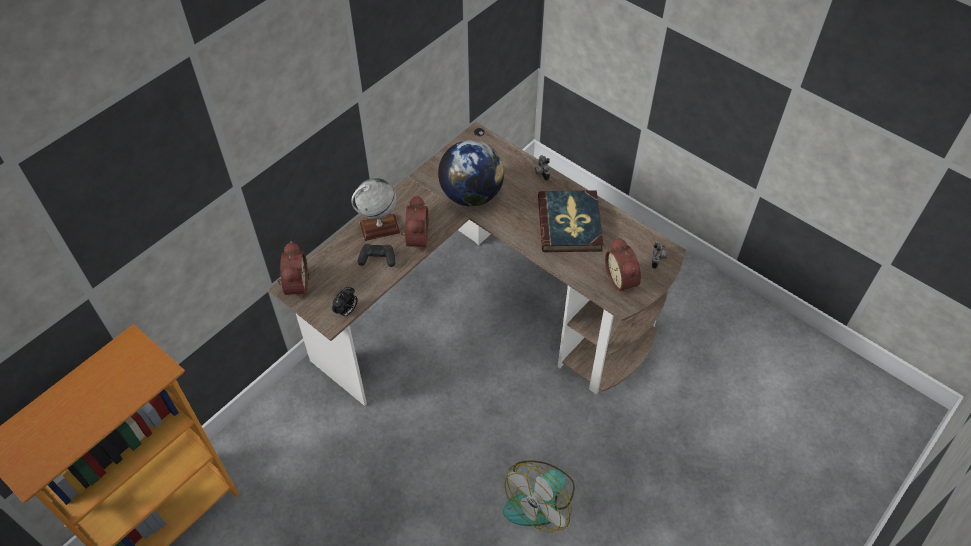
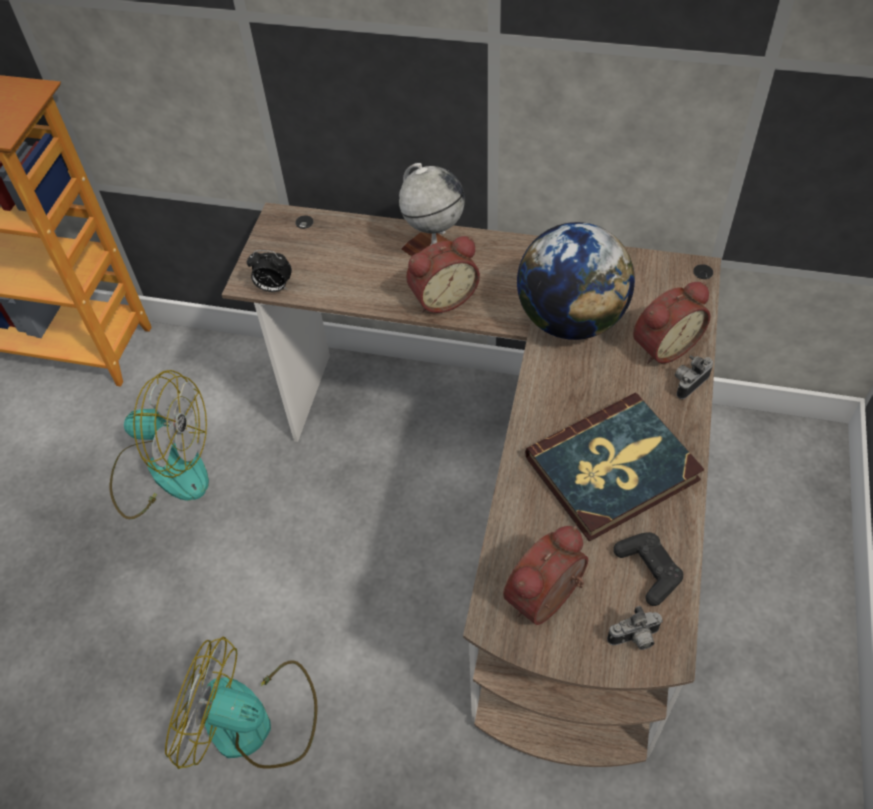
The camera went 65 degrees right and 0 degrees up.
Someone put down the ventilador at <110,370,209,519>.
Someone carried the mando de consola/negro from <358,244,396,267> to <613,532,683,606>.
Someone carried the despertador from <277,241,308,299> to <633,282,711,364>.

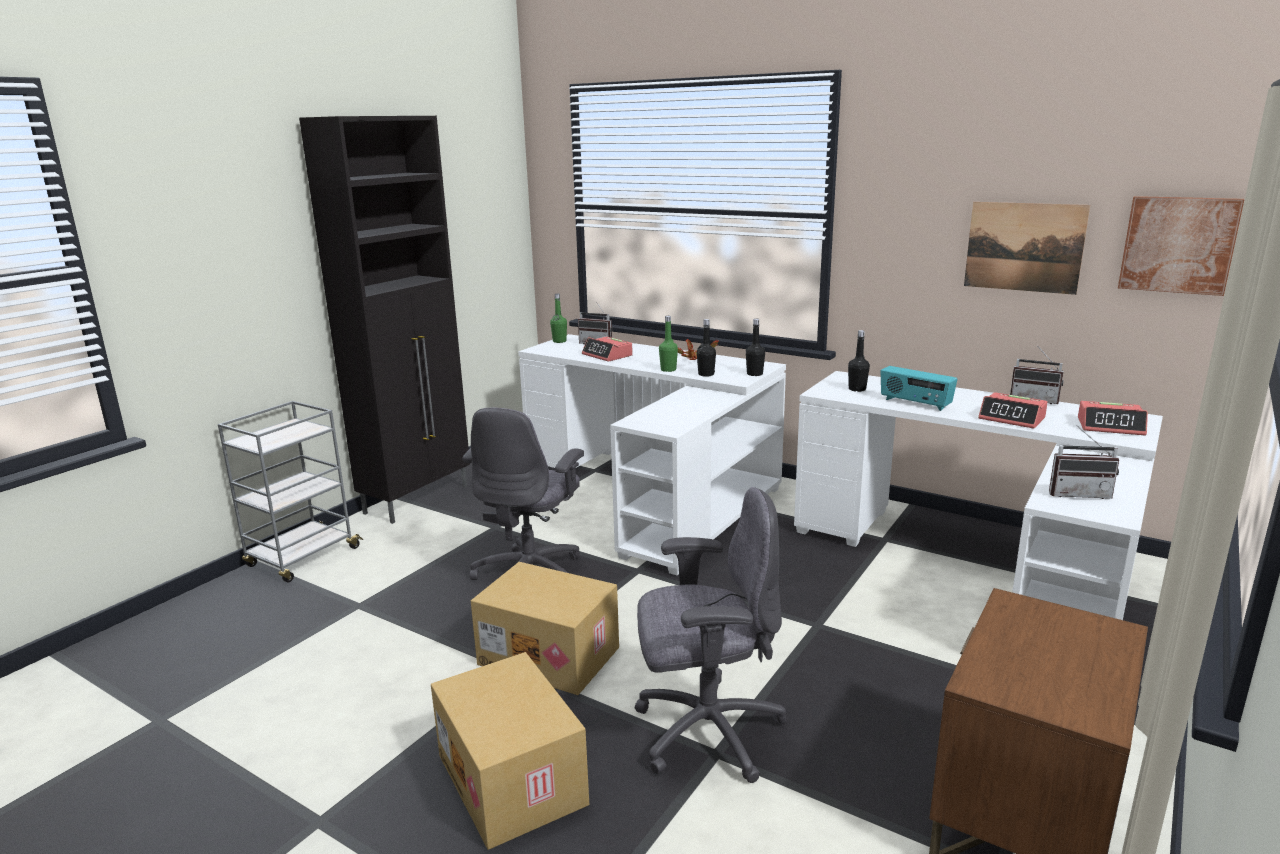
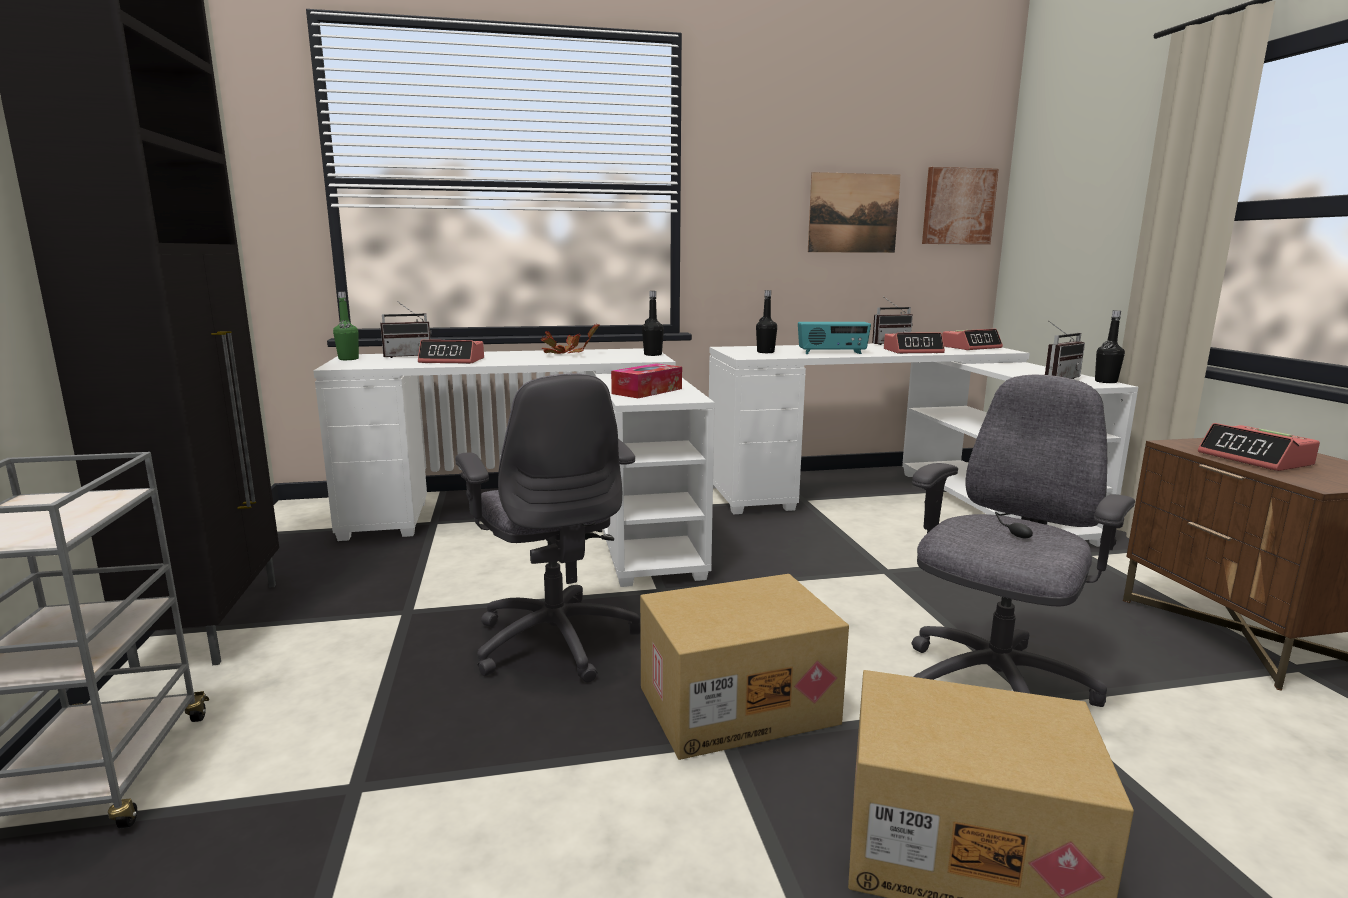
The camera went 45 degrees left and 5 degrees down.
Someone put down the caja de pañuelos at <611,363,682,398>.
Someone carried the botella/negro from <697,319,716,377> to <1095,310,1125,383>.
Someone put down the despertador at <1198,423,1320,471>.
Someone took away the botella/verde at <659,316,678,372>.

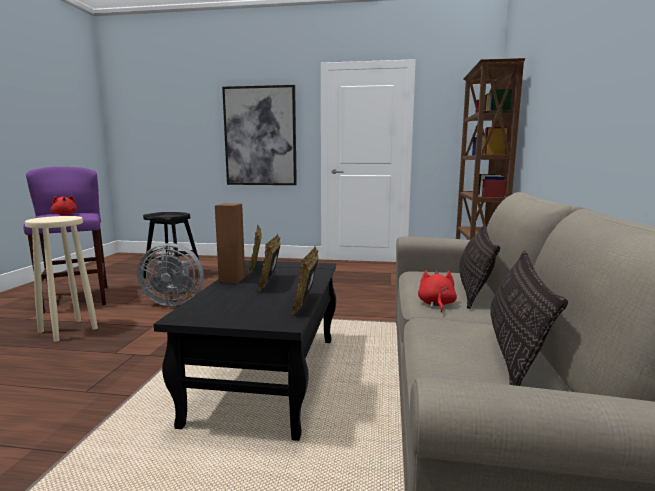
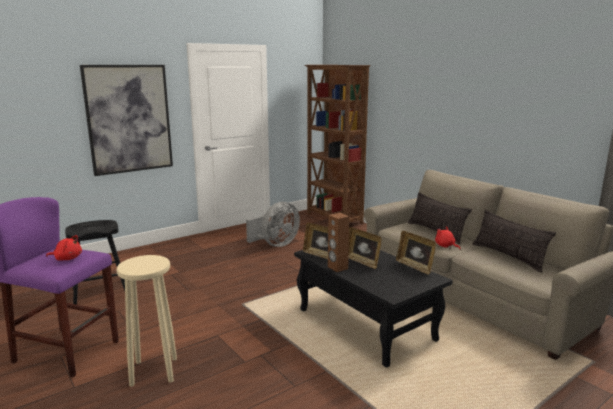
The camera went 45 degrees left and 5 degrees up.
Someone carried the ventilador/gris from <137,243,204,306> to <246,202,300,247>.

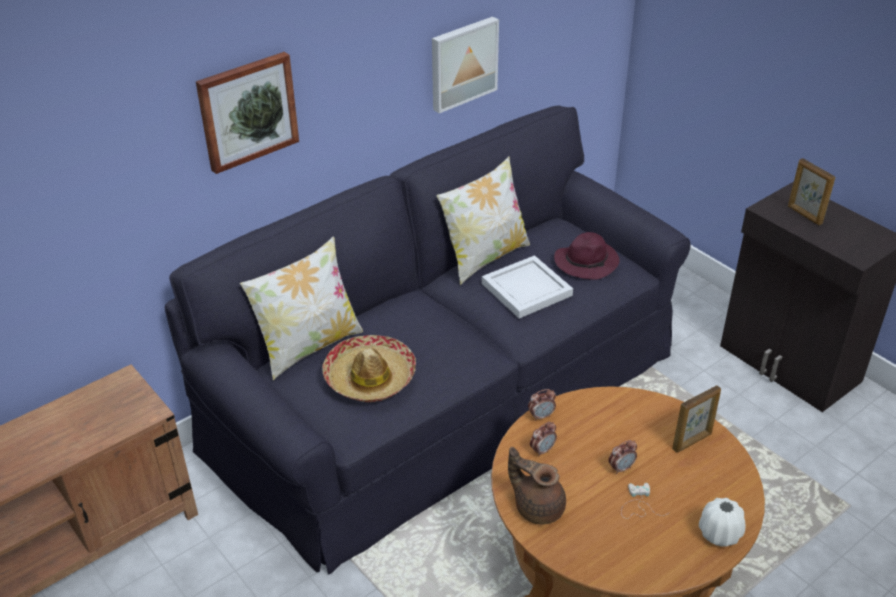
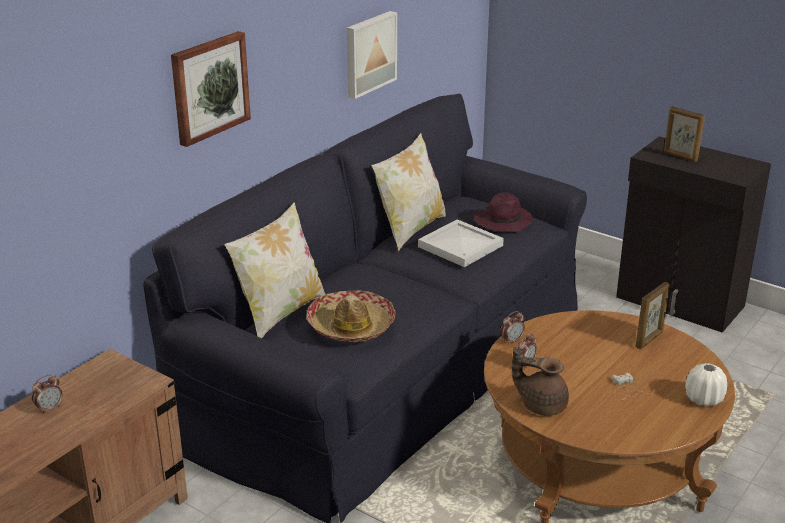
The camera went 15 degrees left and 10 degrees down.
Someone carried the despertador from <608,440,637,474> to <32,374,63,414>.

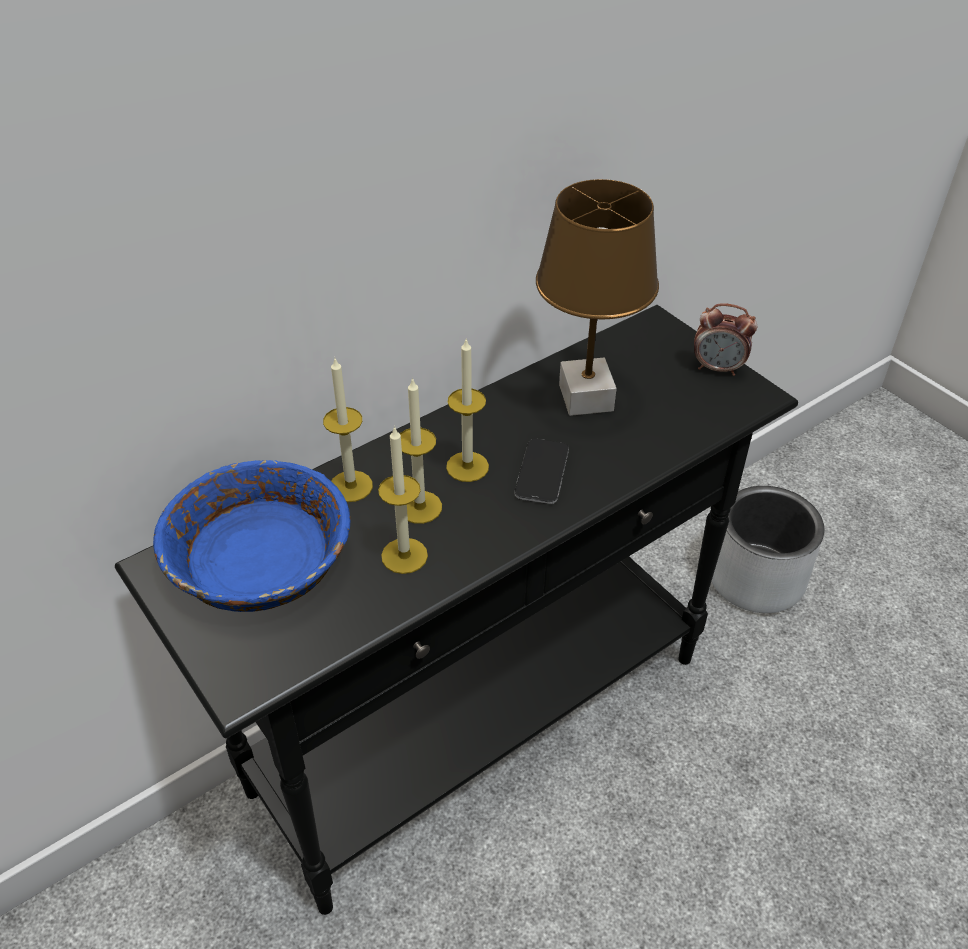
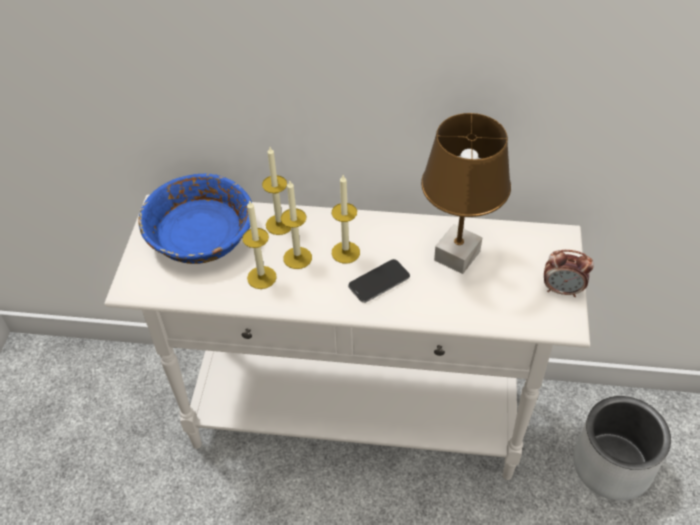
The camera went 45 degrees right and 5 degrees up.
Someone repainted the mesa consola/negro at <115,305,798,915>, which became the mesa consola/blanco at <104,195,590,480>.
Someone rotated the despertador at <694,304,757,376> by 45 degrees counterclockwise.

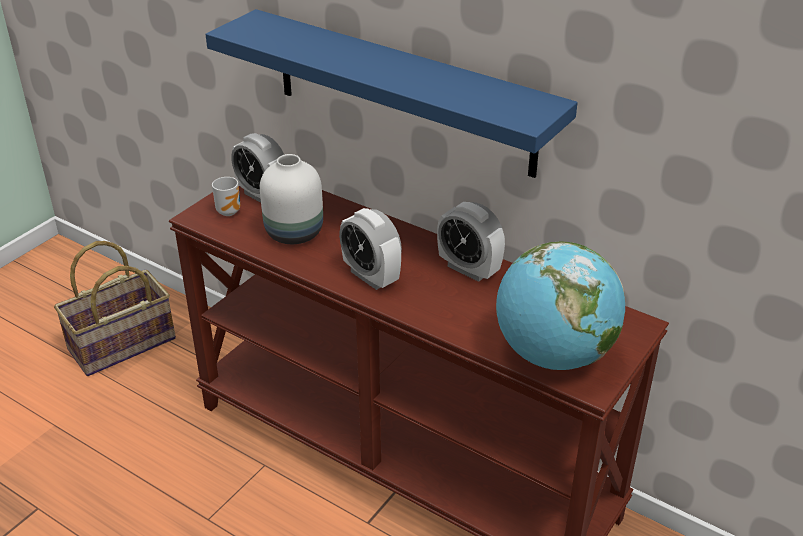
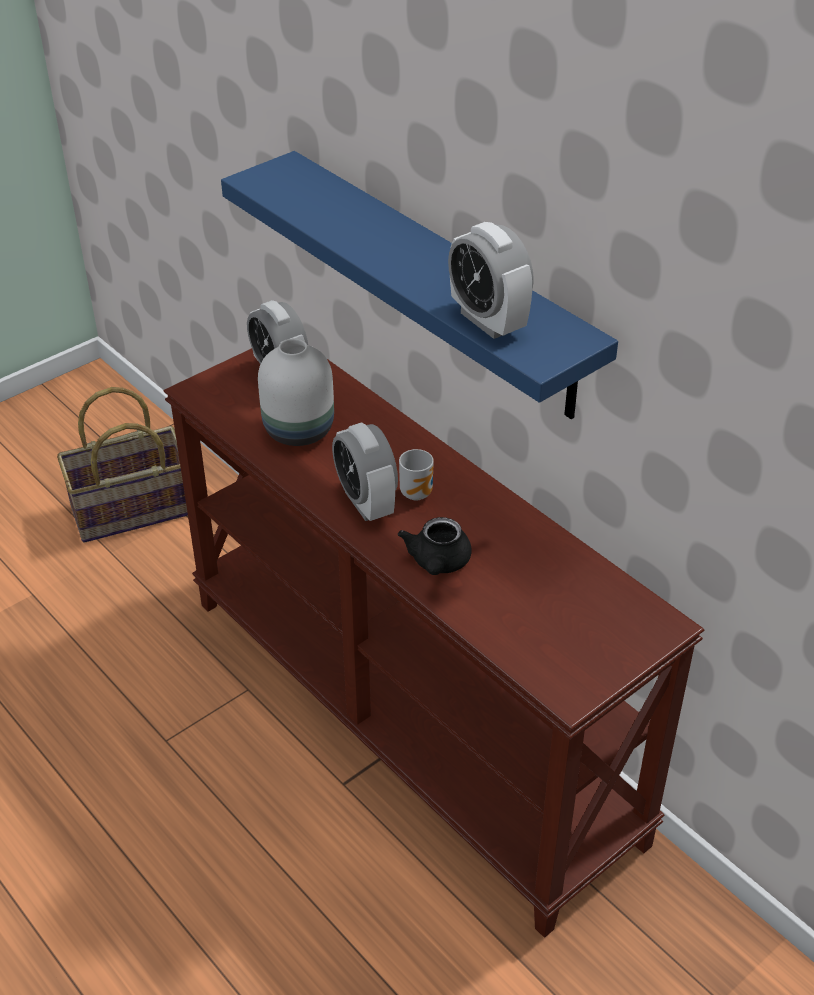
The camera went 15 degrees right and 5 degrees up.
Someone put down the tetera/negro at <398,517,472,575>.
Someone carried the taza grande from <212,177,240,216> to <399,449,434,501>.
Someone carried the despertador from <437,202,505,282> to <448,222,534,339>.
Someone took away the globo terráqueo at <496,241,625,370>.

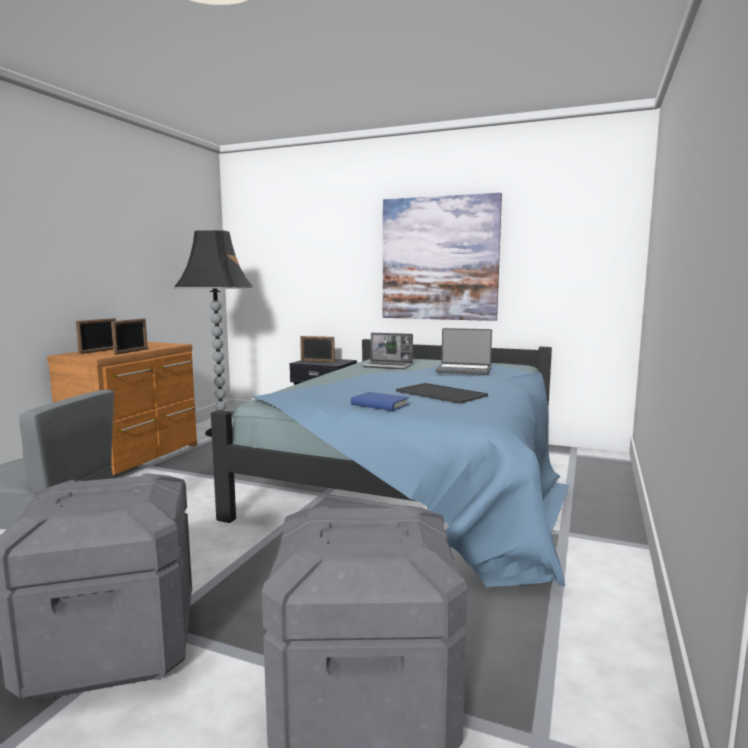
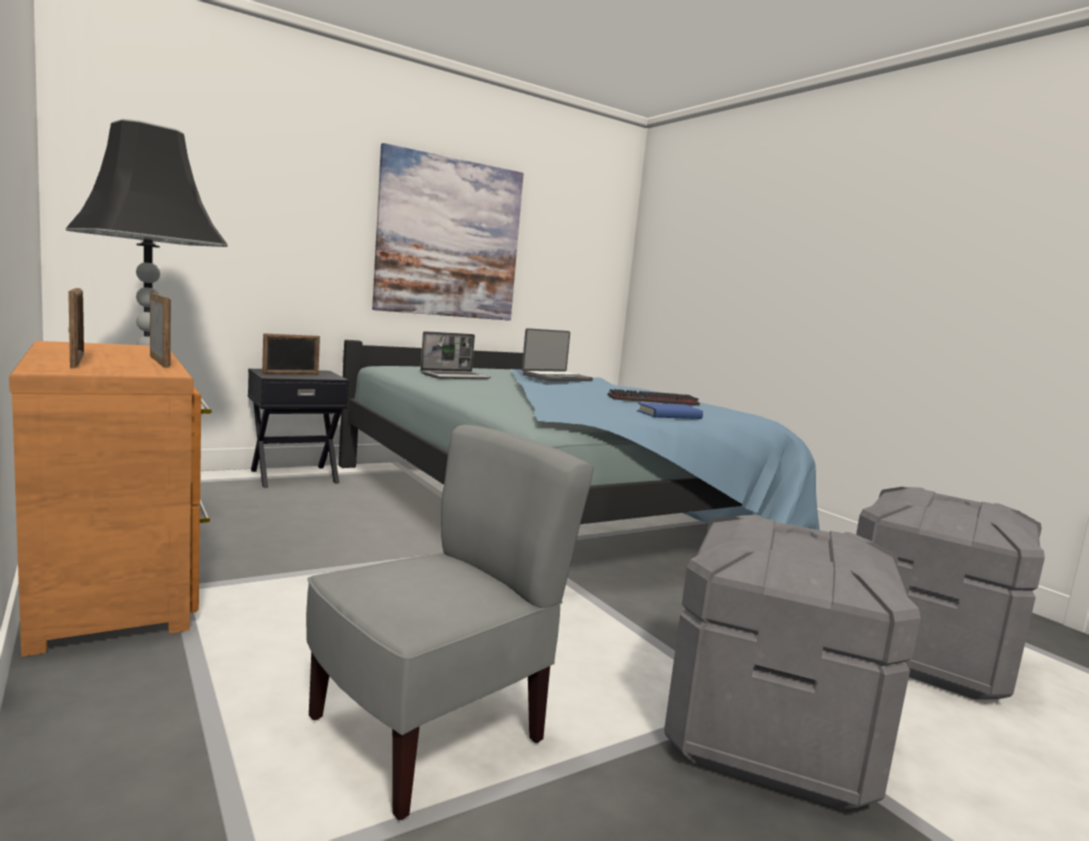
The camera went 55 degrees left and 0 degrees up.
Someone swapped the bandeja at <396,383,488,404> for the teclado at <607,389,700,406>.

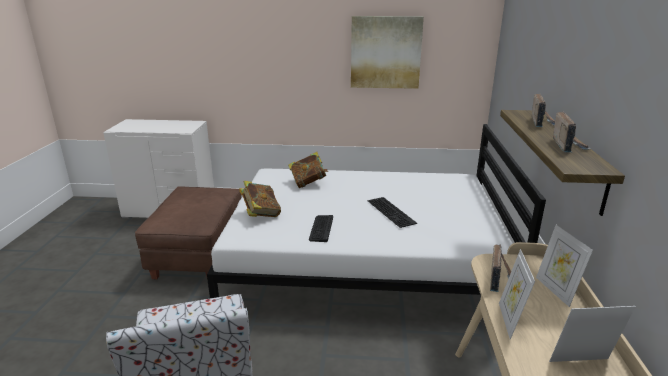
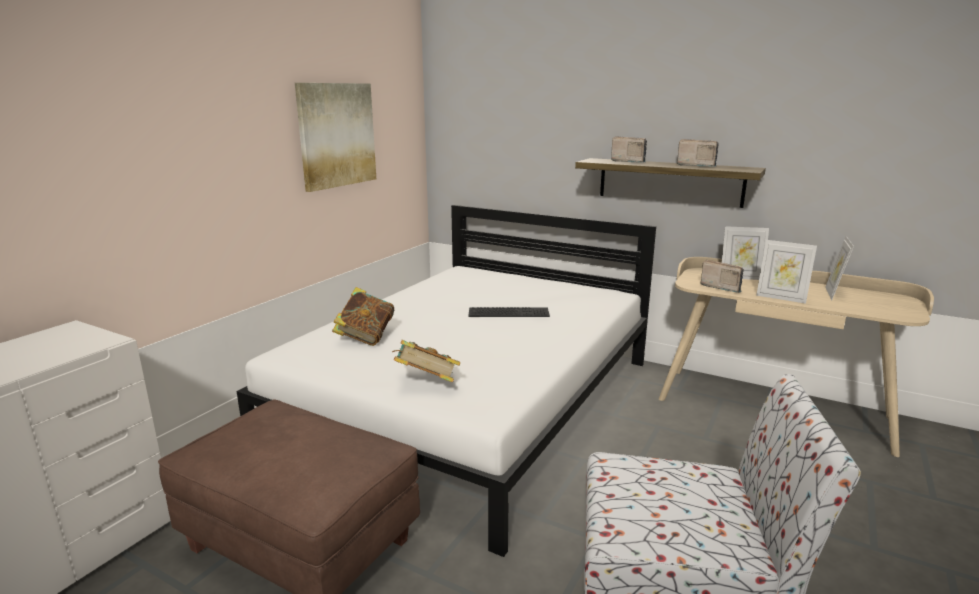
The camera went 65 degrees left and 5 degrees down.
Someone took away the teclado at <309,215,333,242>.

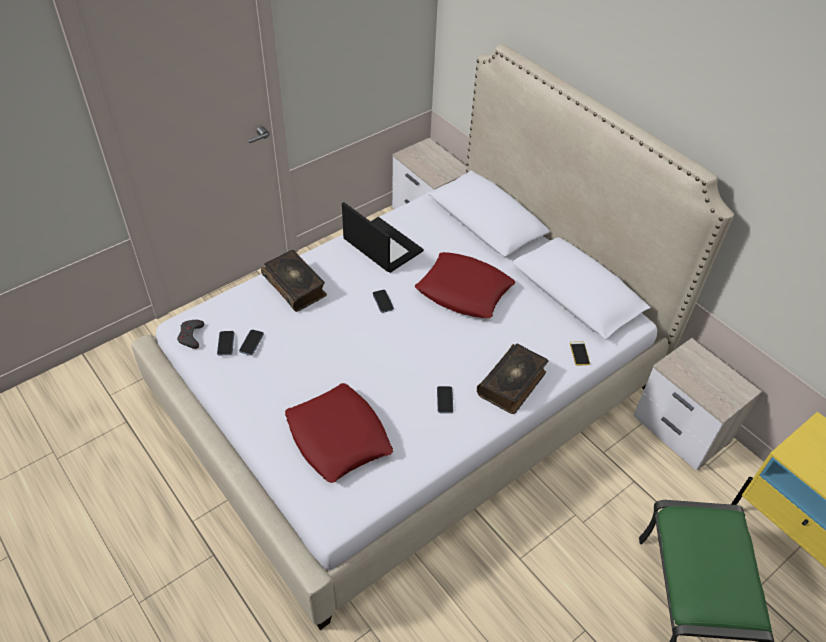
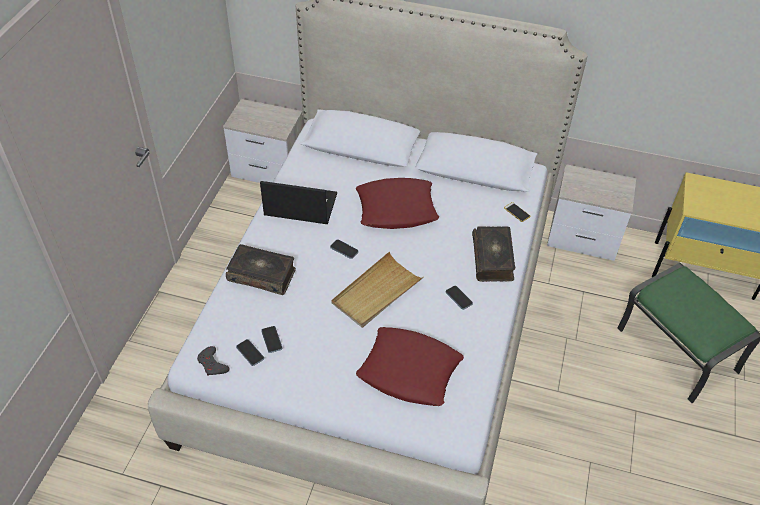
The camera went 35 degrees left and 0 degrees up.
Someone put down the bandeja/beis at <331,252,424,328>.

